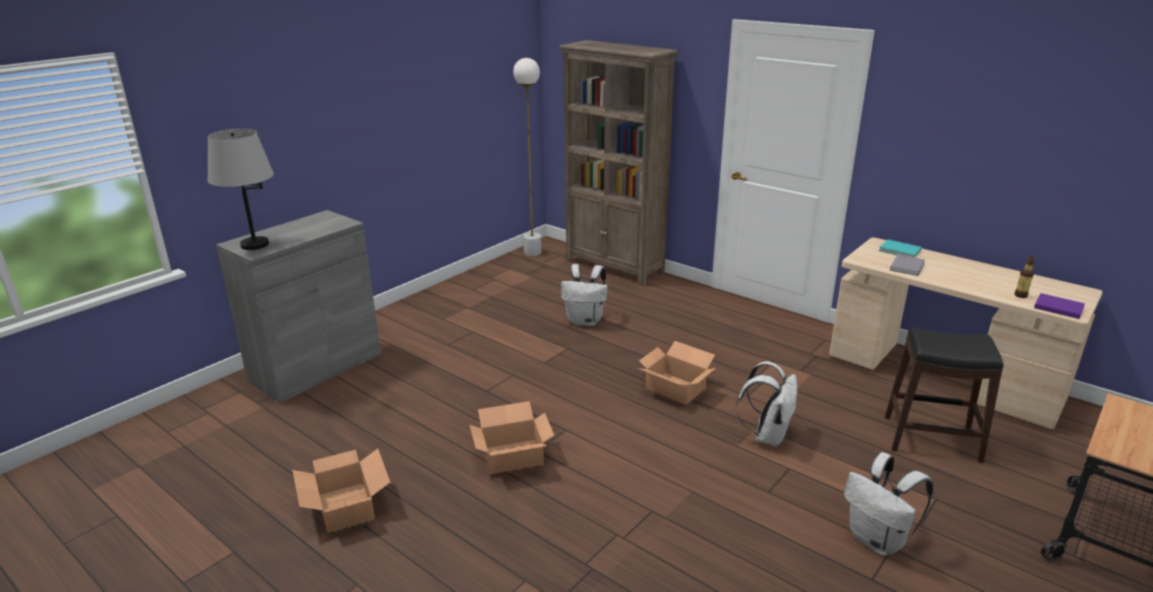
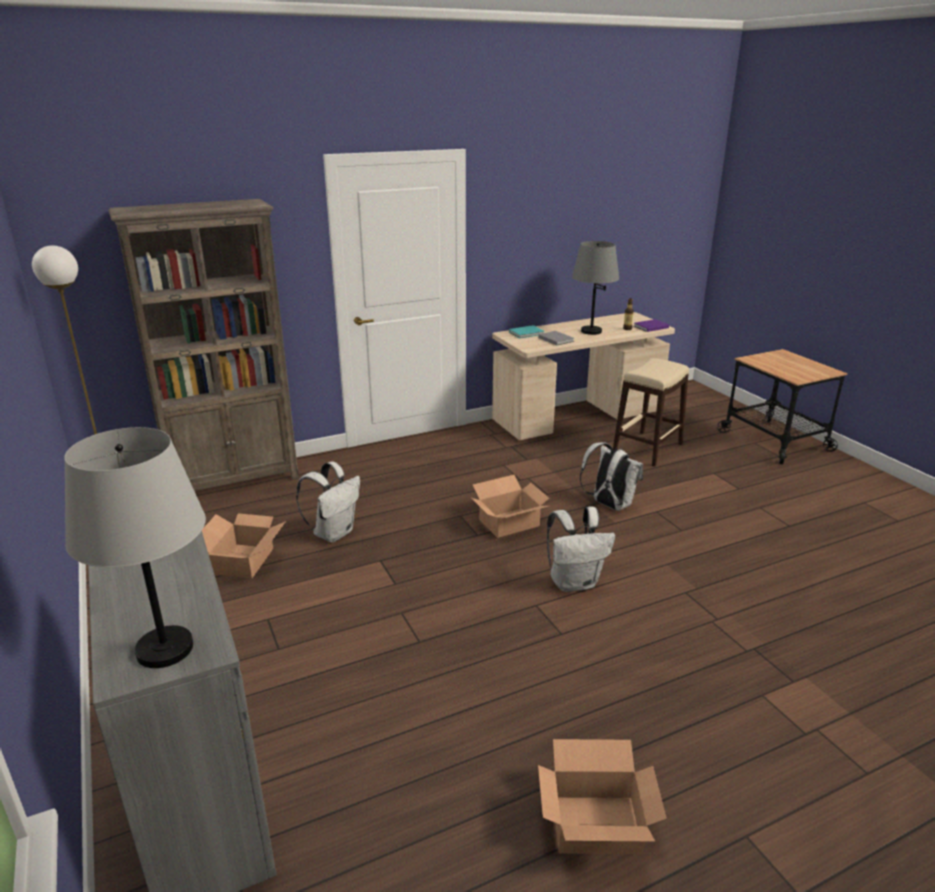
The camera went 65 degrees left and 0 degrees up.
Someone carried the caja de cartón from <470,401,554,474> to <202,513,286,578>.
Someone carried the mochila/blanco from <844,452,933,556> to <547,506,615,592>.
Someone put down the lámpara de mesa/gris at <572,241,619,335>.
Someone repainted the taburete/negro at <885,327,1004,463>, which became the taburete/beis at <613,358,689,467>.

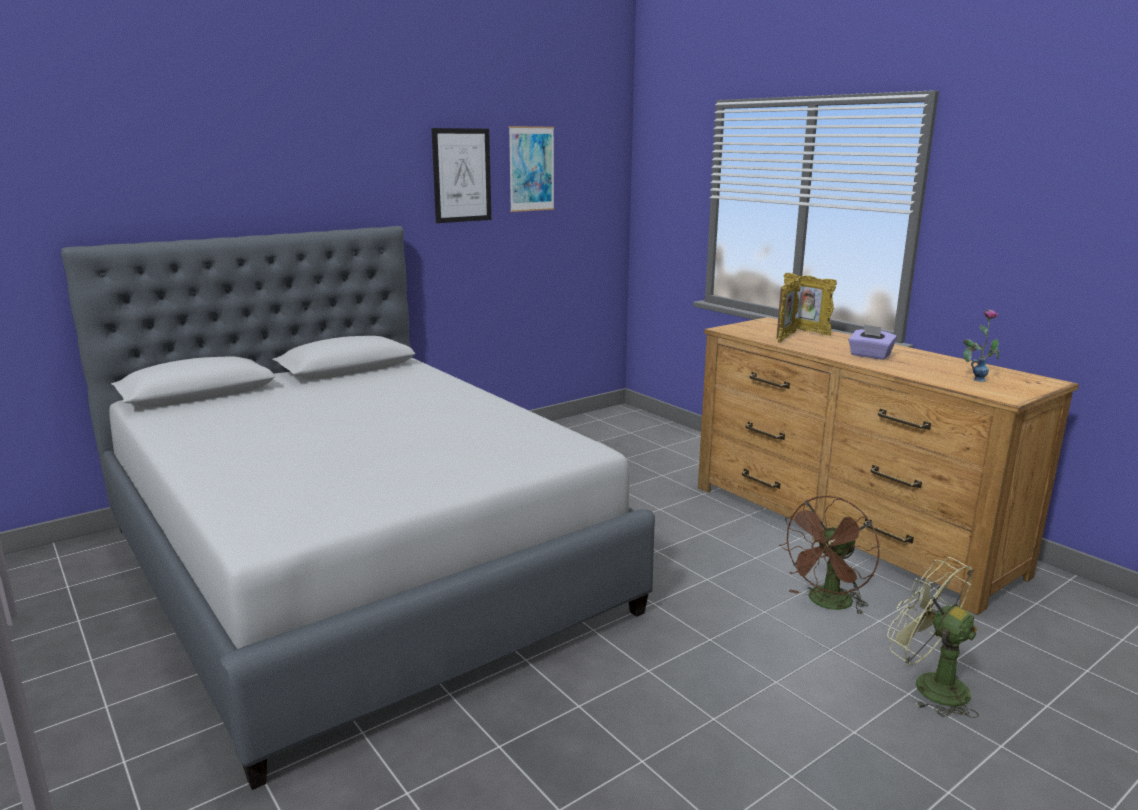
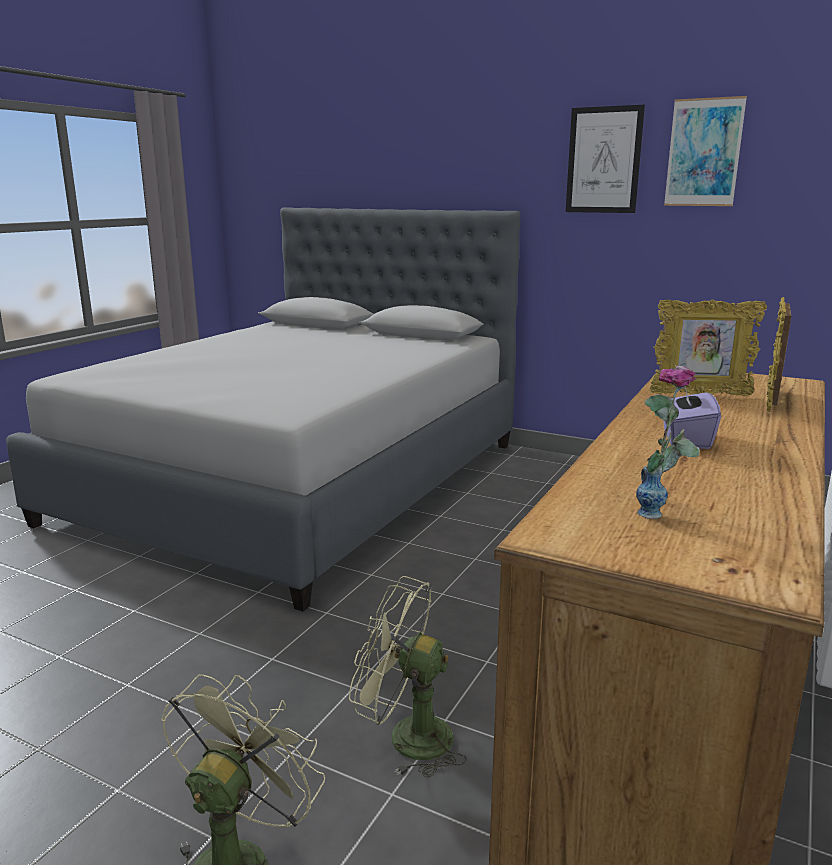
The camera went 65 degrees right and 0 degrees up.
Someone repainted the ventilador/marrón at <780,496,880,616>, which became the ventilador/verde at <349,576,467,778>.

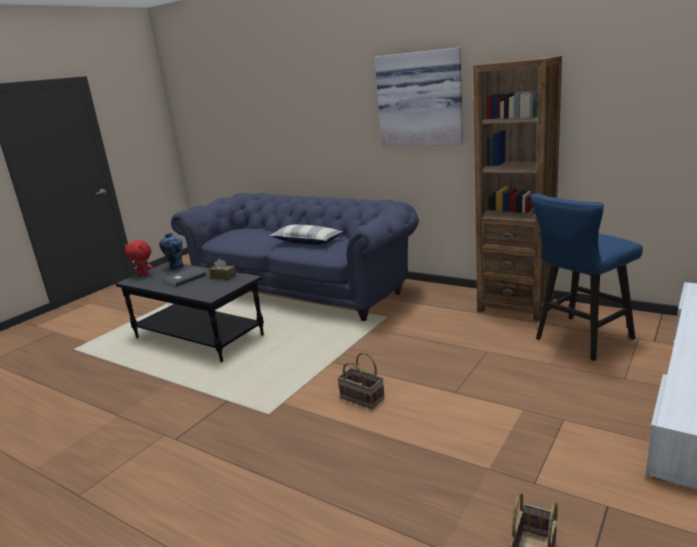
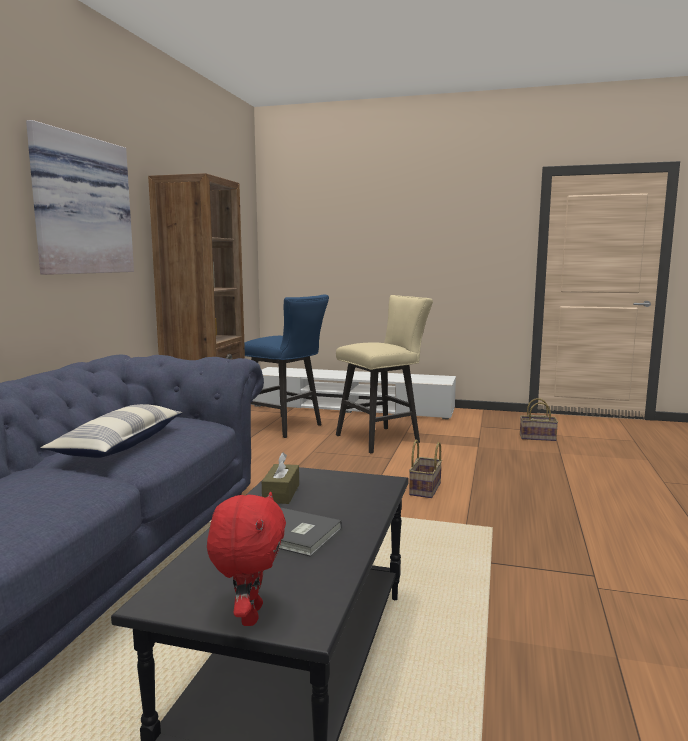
The camera went 110 degrees left and 10 degrees down.
Someone put down the taburete/beis at <336,295,433,453>.
Someone took away the florero at <159,233,184,270>.

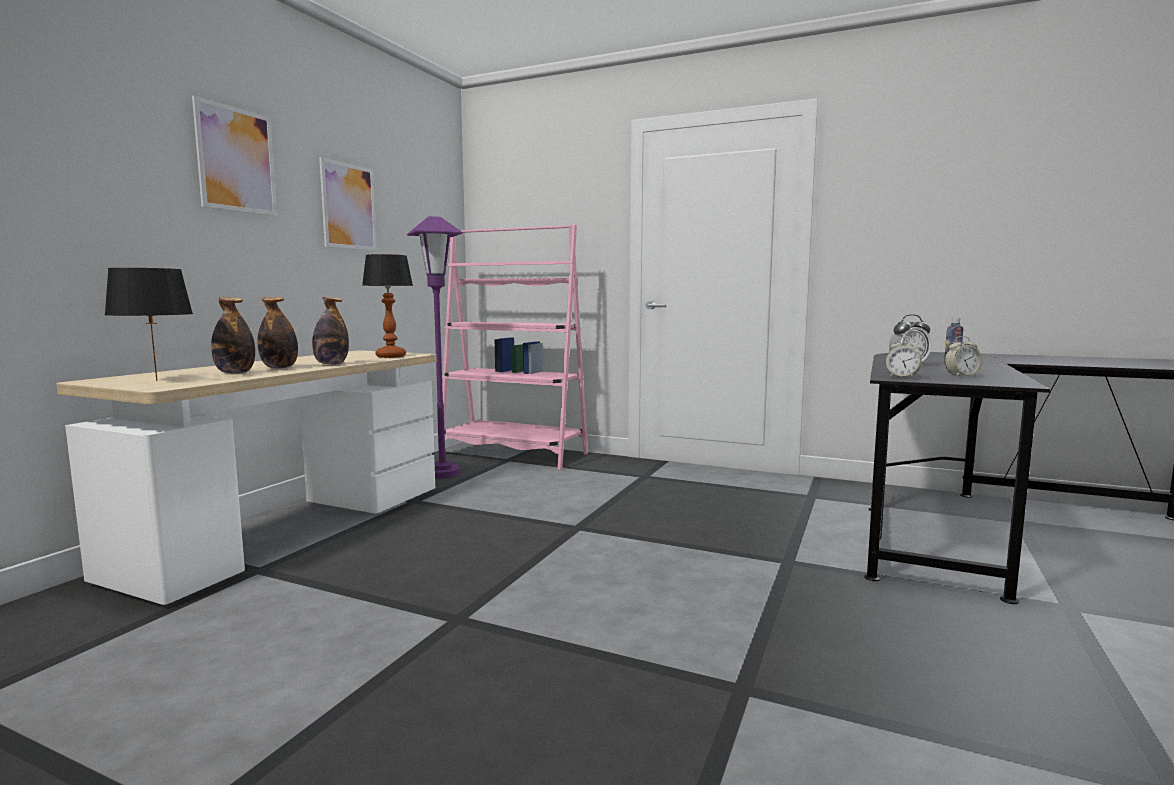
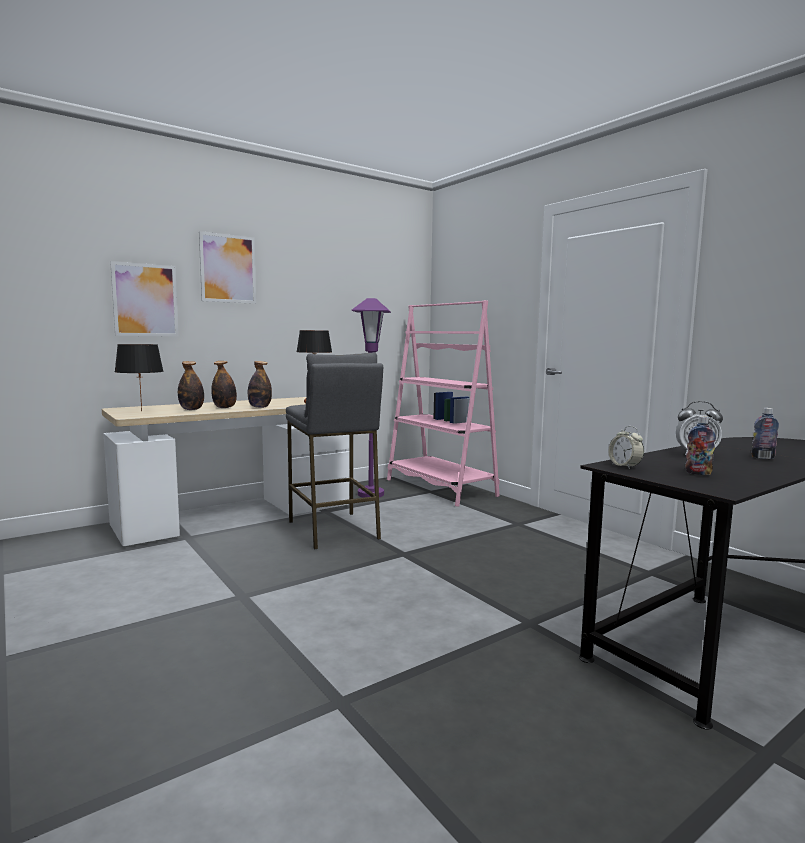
The camera went 30 degrees right and 0 degrees up.
Someone carried the cuadro from <319,157,377,251> to <110,261,179,337>.
Someone put down the taburete/gris at <286,352,383,549>.
Someone swapped the despertador at <945,336,982,377> for the botella at <685,416,716,475>.

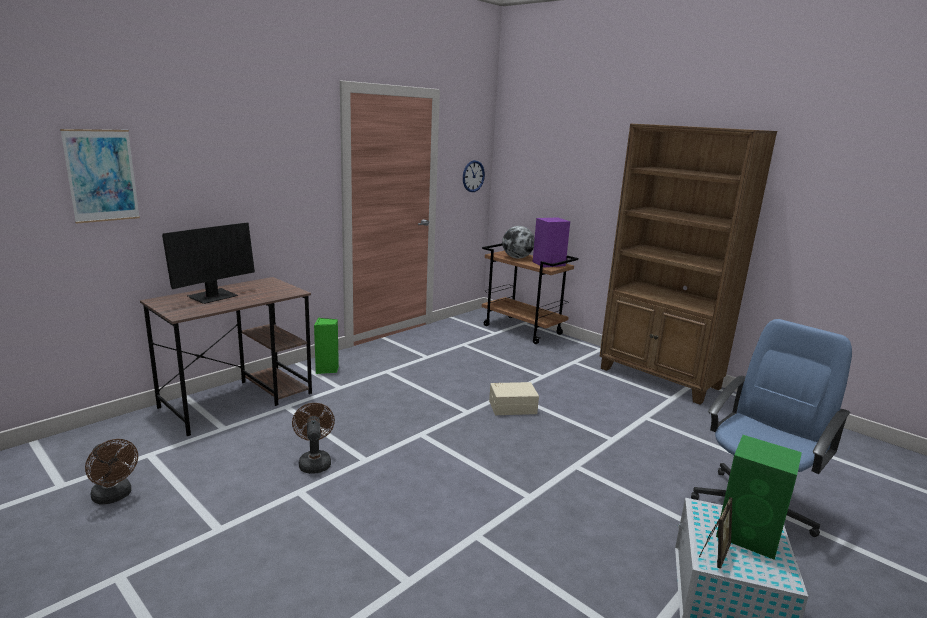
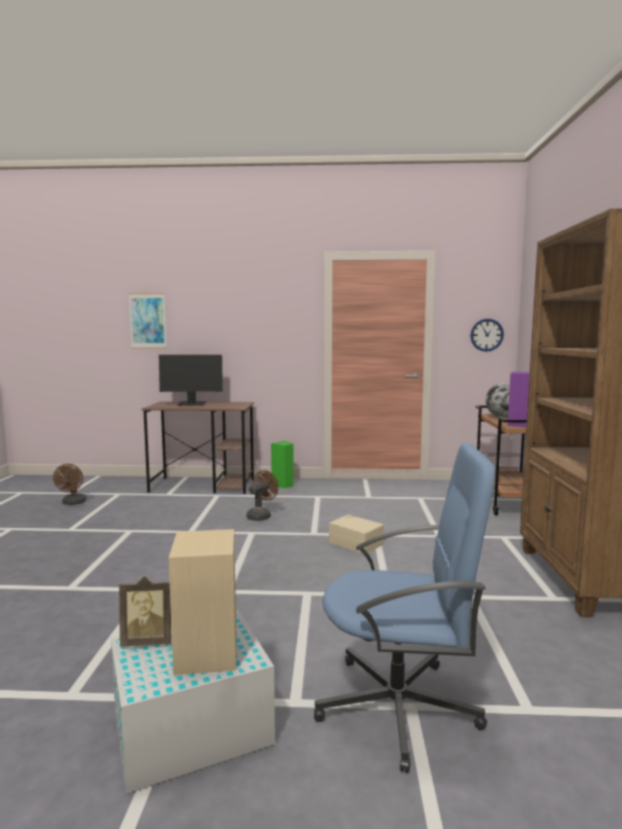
The camera went 50 degrees right and 10 degrees down.
Someone repainted the altavoz/verde at <716,435,802,560>, which became the altavoz/beis at <169,529,236,675>.
Someone carried the ventilador/marrón from <292,403,335,474> to <246,470,278,521>.

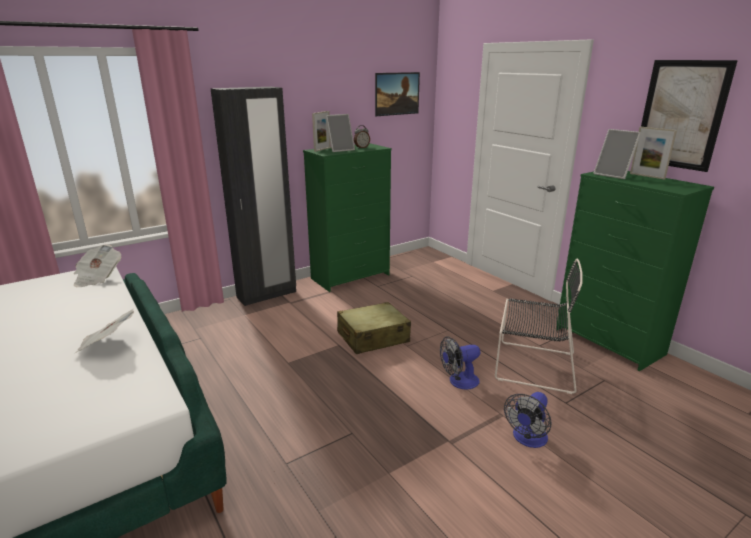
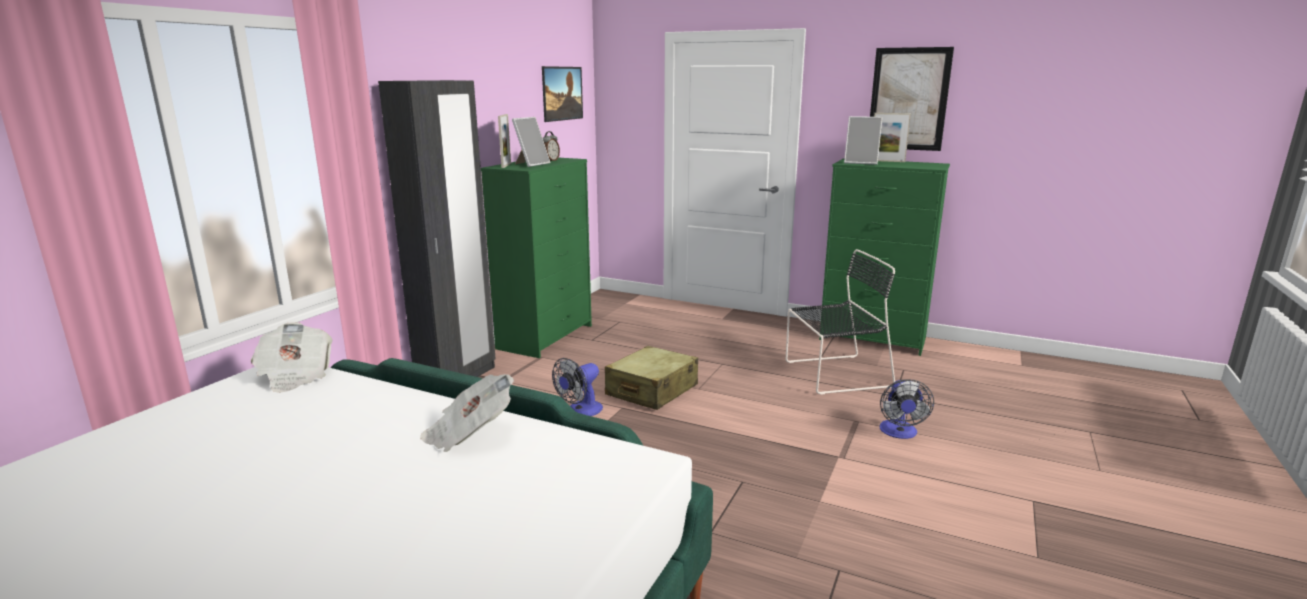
The camera went 30 degrees left and 5 degrees down.
Someone carried the ventilador from <440,336,480,389> to <552,358,603,416>.

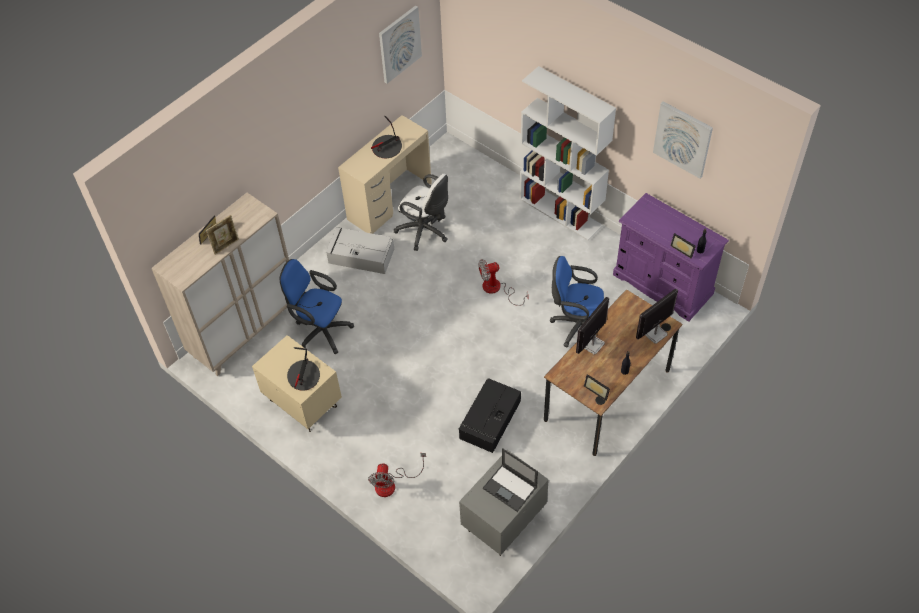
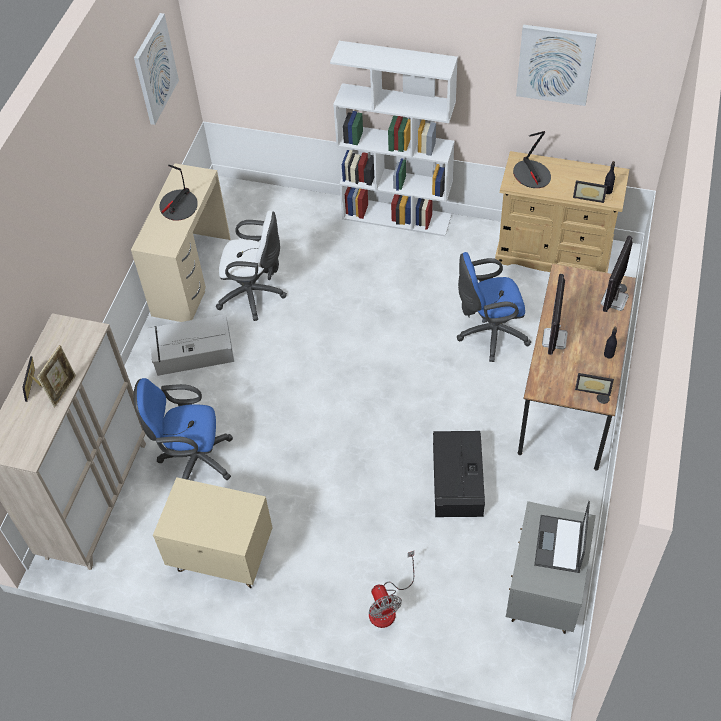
The camera went 25 degrees left and 0 degrees up.
Someone repainted the cómoda/morado at <613,193,729,321>, which became the cómoda/beis at <495,151,629,273>.
Someone carried the lámpara de mesa from <287,347,320,391> to <513,131,551,188>.
Someone rotated the portátil at <483,448,538,512> by 90 degrees clockwise.
Someone took away the ventilador at <478,259,529,306>.

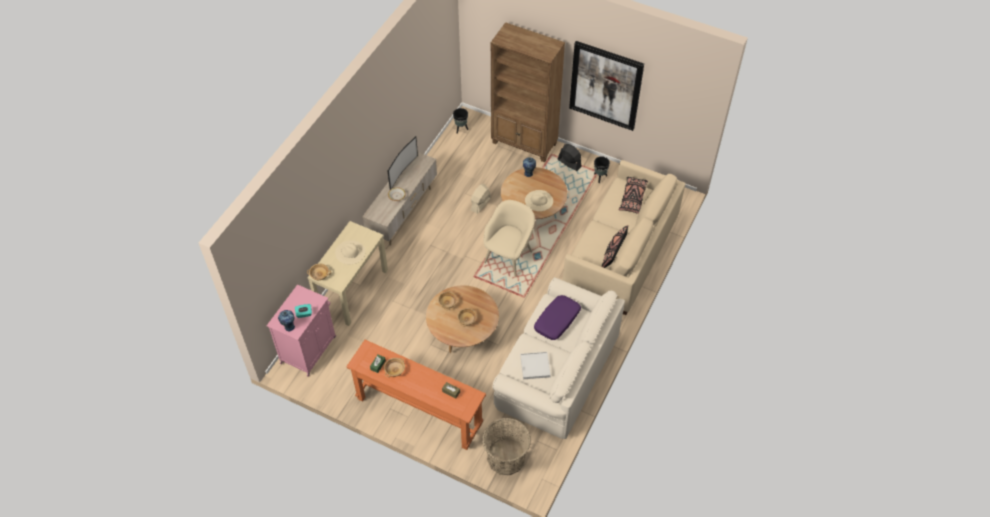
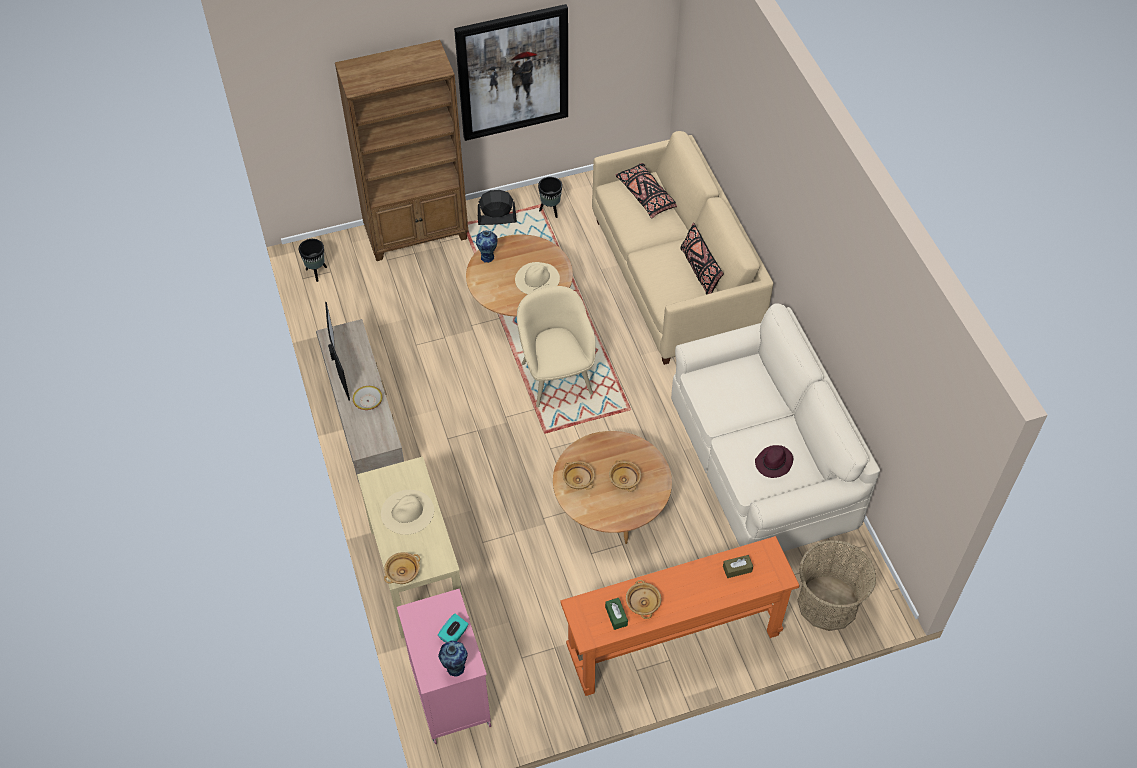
The camera went 45 degrees left and 0 degrees up.
Someone swapped the bandeja/blanco at <520,352,551,379> for the sombrero/morado at <755,445,793,478>.
Someone took away the ventilador/beis at <471,184,491,214>.
Someone took away the cojín/morado at <534,295,581,340>.

